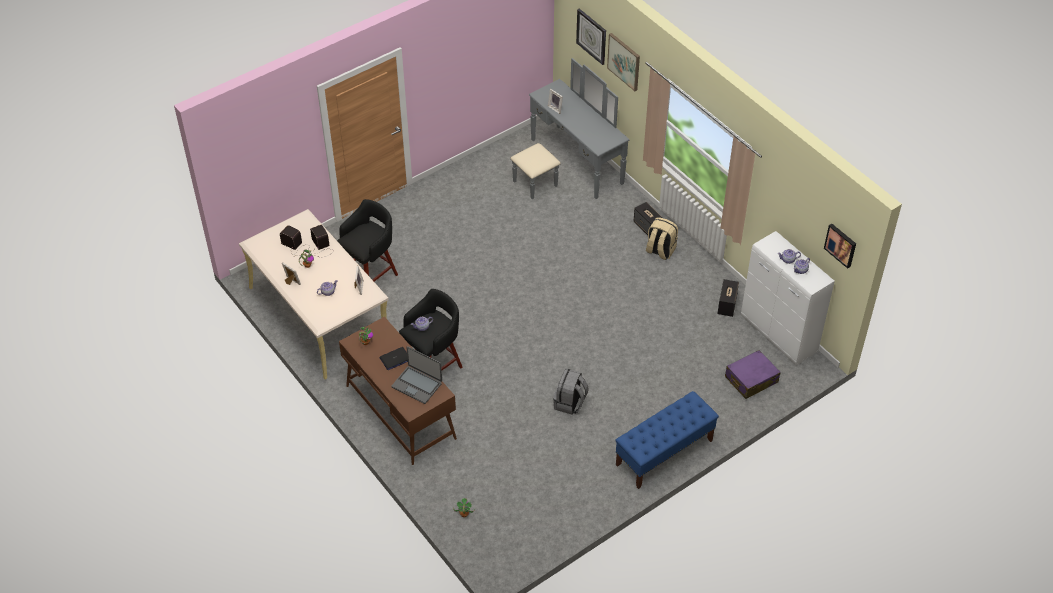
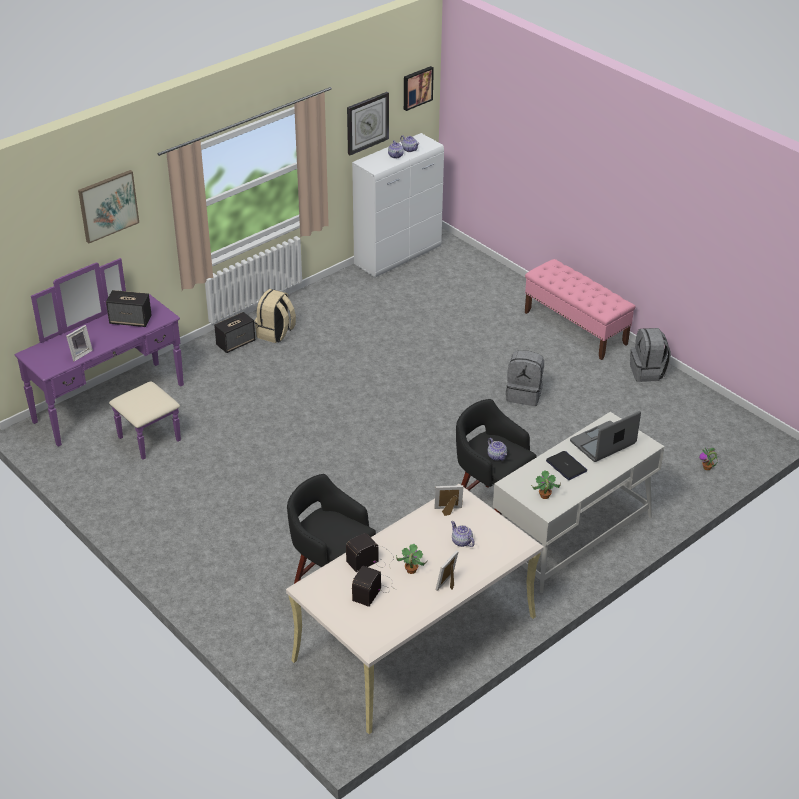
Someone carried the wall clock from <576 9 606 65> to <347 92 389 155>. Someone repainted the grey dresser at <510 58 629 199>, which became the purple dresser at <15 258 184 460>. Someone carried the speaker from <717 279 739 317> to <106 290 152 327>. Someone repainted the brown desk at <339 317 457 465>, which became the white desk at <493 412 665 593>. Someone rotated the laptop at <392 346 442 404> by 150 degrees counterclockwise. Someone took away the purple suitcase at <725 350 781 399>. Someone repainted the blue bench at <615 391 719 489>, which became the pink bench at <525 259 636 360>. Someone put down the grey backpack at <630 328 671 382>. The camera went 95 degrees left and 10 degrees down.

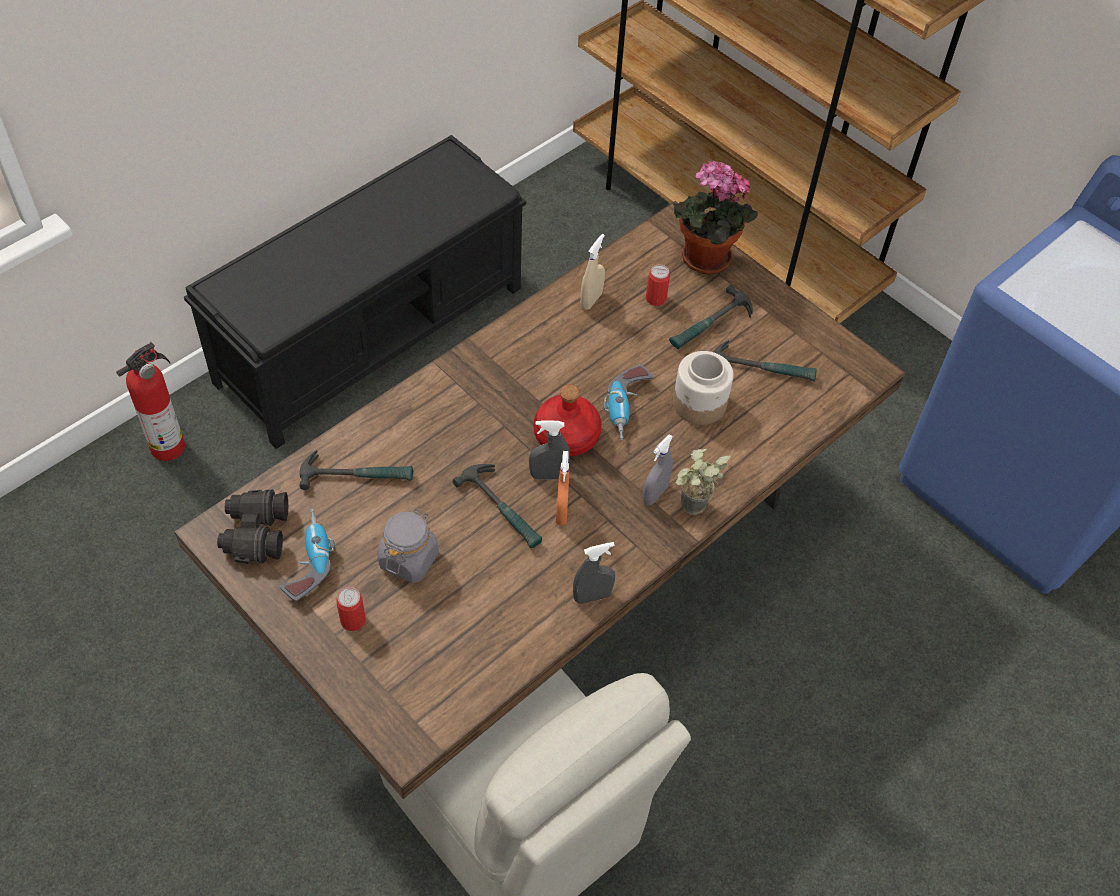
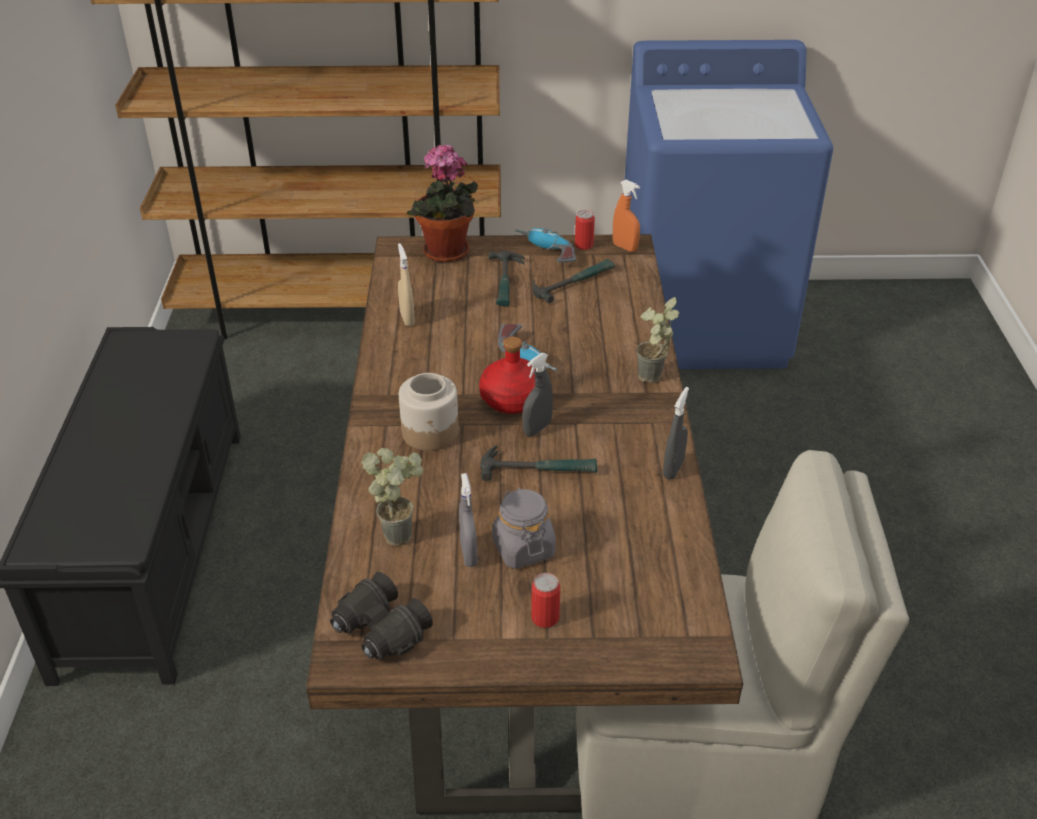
Someone carried the can from <646 265 670 306> to <575 210 595 250>. Someone took away the fire extinguisher at <116 342 185 461>. Someone carried the jar from <673 351 734 425> to <399 373 459 451>. Someone carried the grey spray bottle from <642 434 673 505> to <459 473 478 567>. Someone swapped the hammer at <300 450 413 490> for the potted plant at <361 448 423 546>. Someone carried the orange spray bottle from <555 451 569 526> to <613 180 640 252>. Someone carried the power drill from <280 509 335 601> to <515 228 576 263>. The camera went 45 degrees left and 15 degrees down.

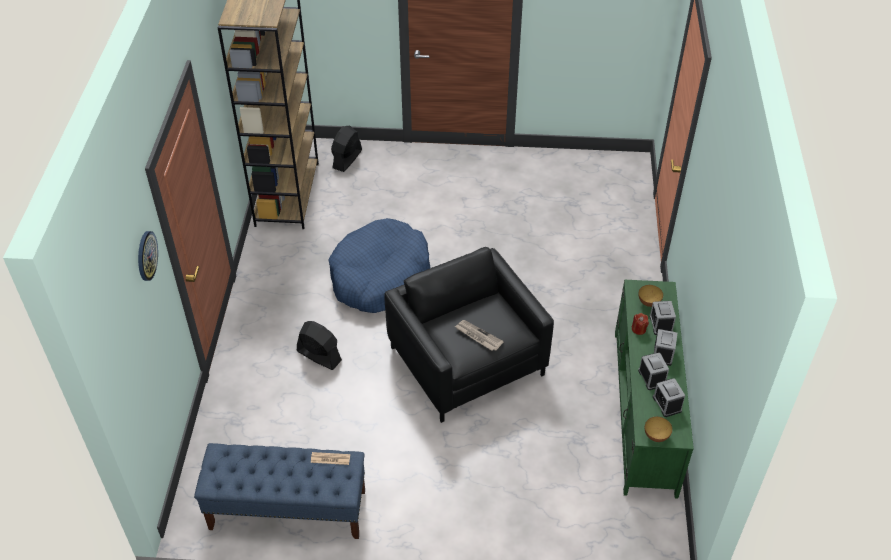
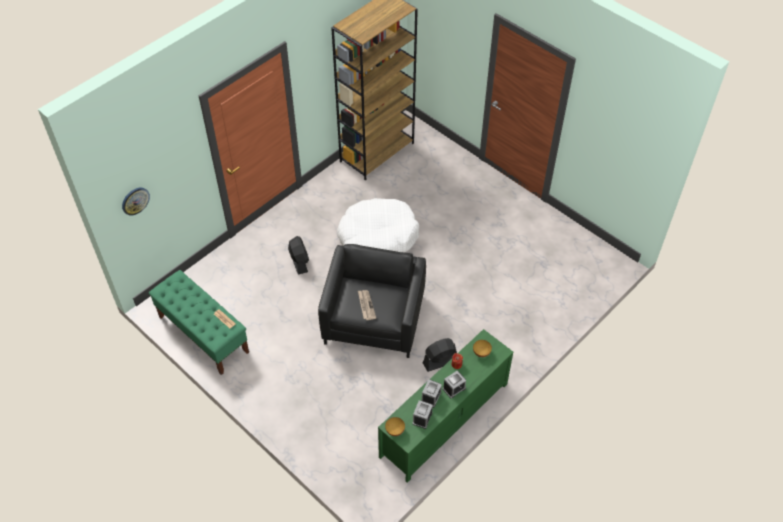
Someone carried the black fan from <331 126 362 172> to <423 338 457 372>. Someone repainted the blue dog bed at <328 218 430 313>, which became the white dog bed at <337 198 419 252>. Someone carried the wall clock from <138 231 158 281> to <122 188 150 216>. Someone took away the alarm clock at <649 301 676 335>. Someone repainted the blue bench at <194 443 365 539>, which became the green bench at <149 270 249 375>. The camera went 40 degrees right and 5 degrees up.

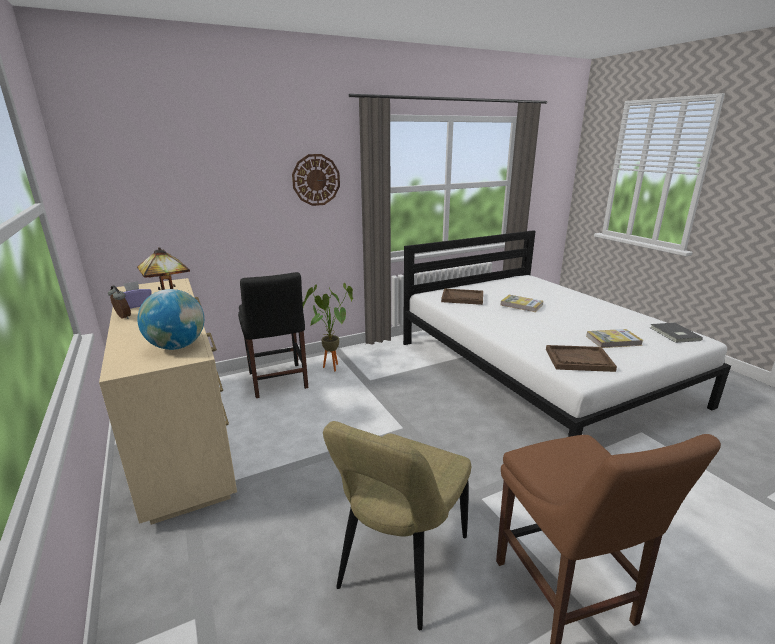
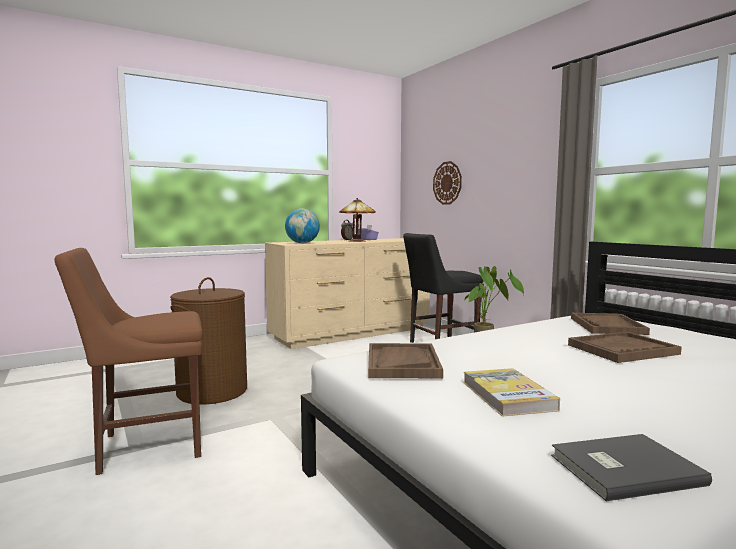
Someone carried the wall clock from <292 154 340 206> to <433 161 462 205>. Someone swapped the book at <501 295 543 312> for the brown tray at <568 332 682 363>. Someone swapped the beige chair at <323 421 471 630> for the brown laundry basket at <170 277 247 405>. The camera went 85 degrees right and 15 degrees down.

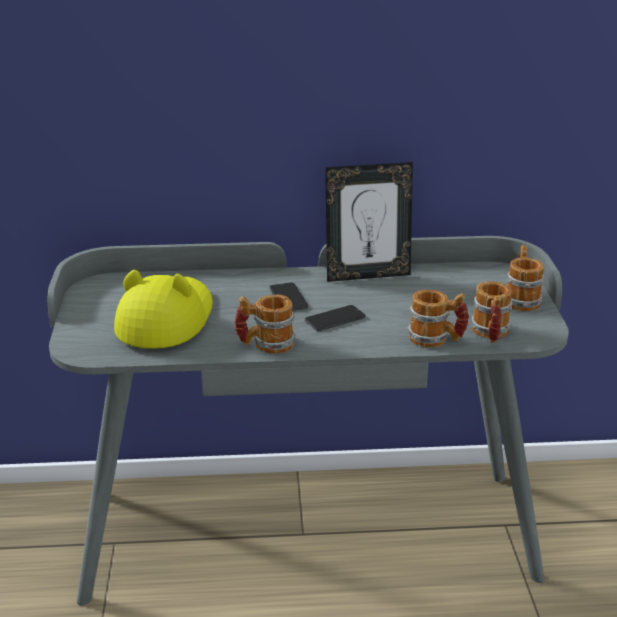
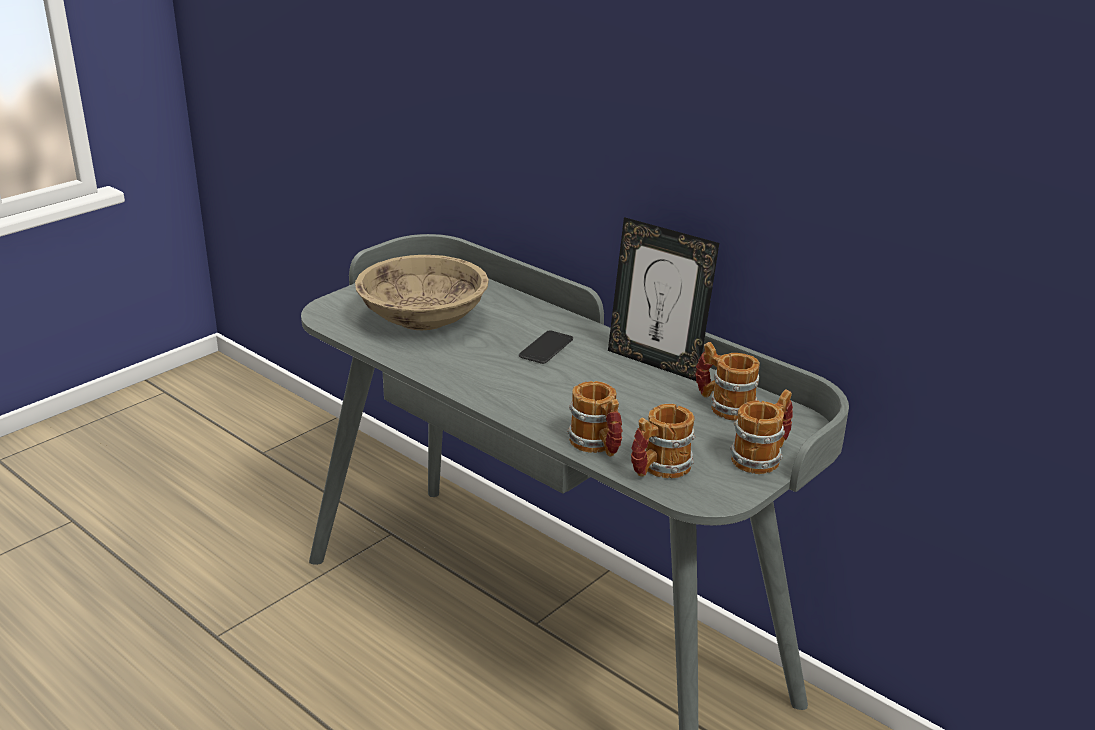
Someone swapped the yellow hat at <114 270 213 349> for the beige bowl at <355 255 489 330>. Someone carried the mug from <235 295 296 354> to <695 342 760 421>. Someone took away the phone at <305 305 366 331>. The camera went 45 degrees right and 0 degrees up.

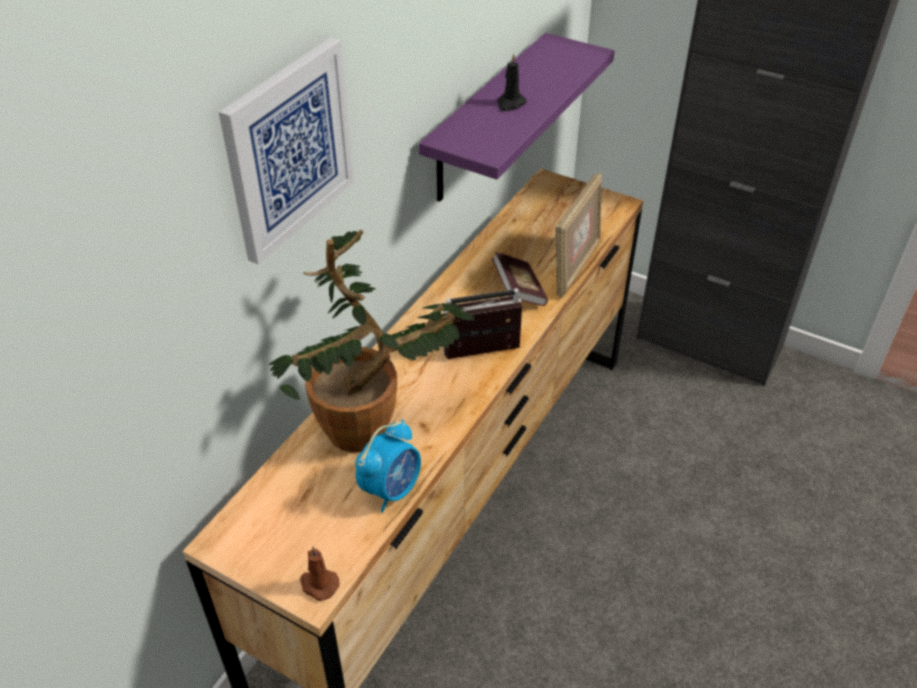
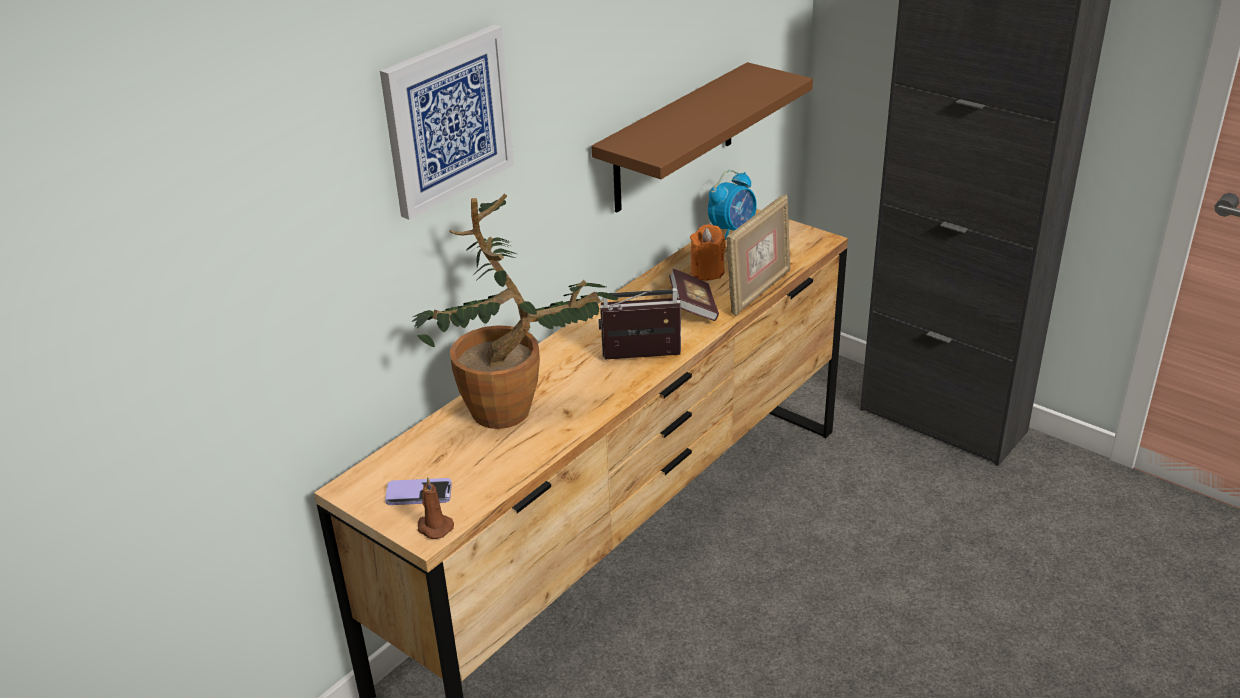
Someone repainted the purple shelf at <419 33 615 202>, which became the brown shelf at <592 62 813 212>. Someone took away the black candle at <497 53 527 111>. Someone carried the alarm clock from <355 419 421 513> to <708 170 757 240>. Someone put down the orange candle at <690 224 726 280>. Someone put down the phone at <385 478 452 505>. The camera went 10 degrees right and 10 degrees down.

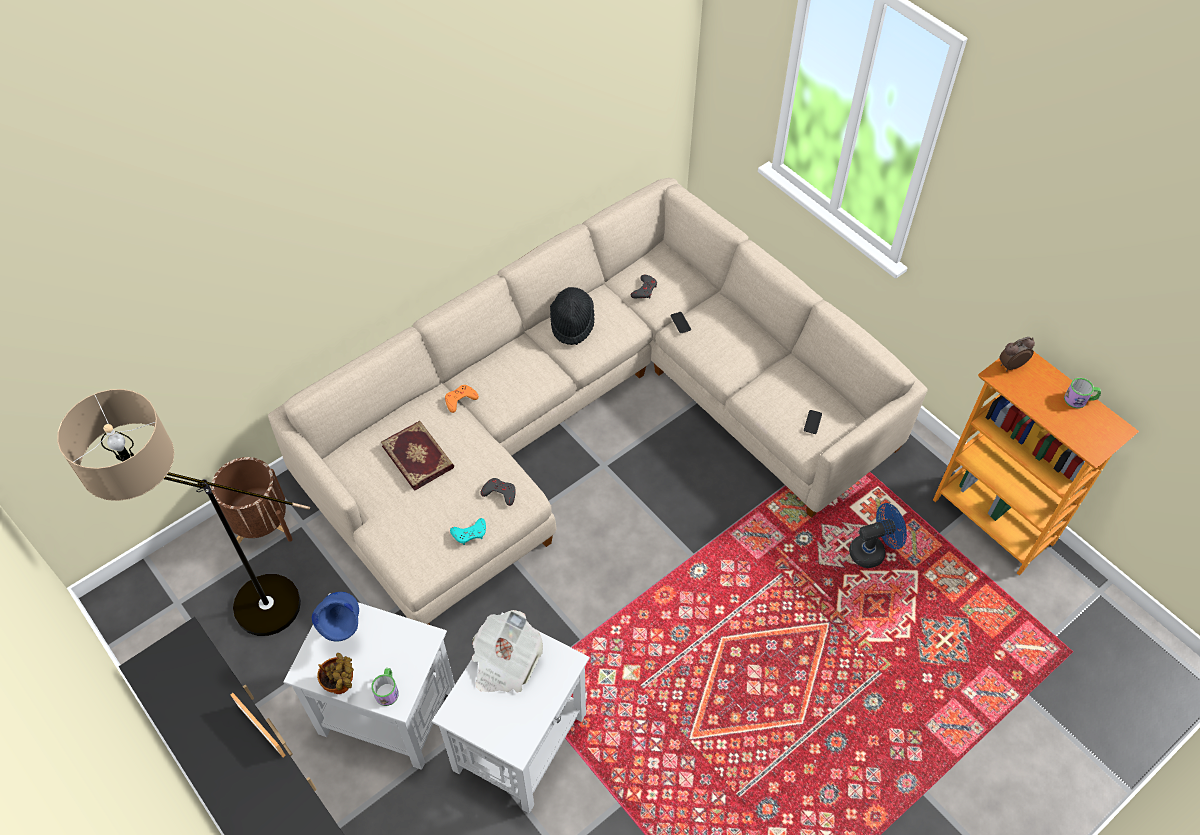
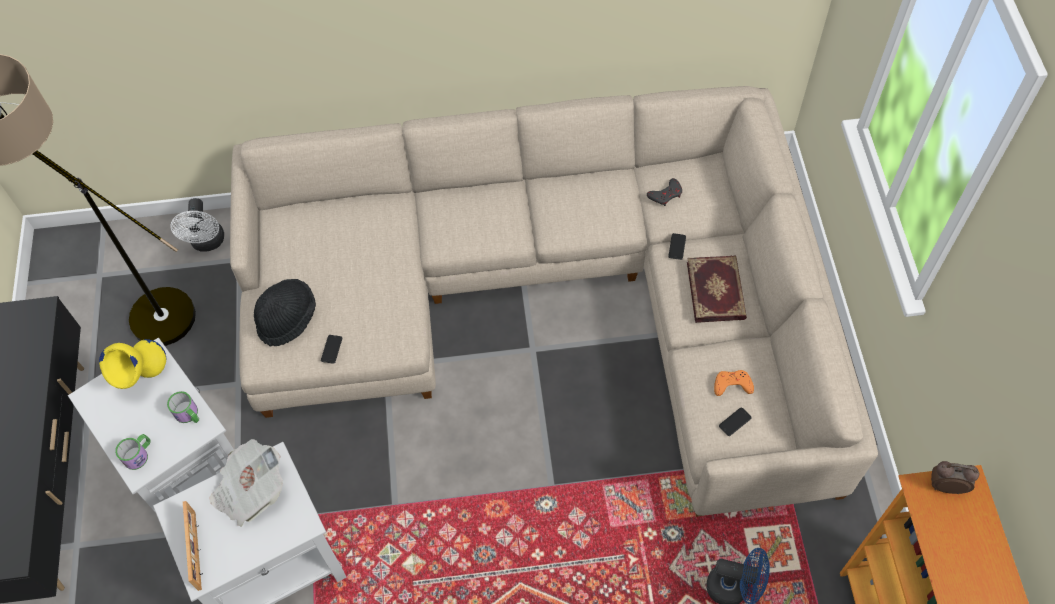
Someone carried the black hat from <550 287 595 345> to <254 279 316 347>. Someone carried the mug from <1064 378 1101 408> to <167 391 199 423>. Someone carried the orange game controller from <445 385 479 413> to <714 370 754 396>. Someone carried the book from <381 421 454 491> to <687 256 747 323>. Someone swapped the brown planter at <211 457 293 544> for the white fan at <170 198 224 251>. Someone took away the grey game controller at <480 478 516 506>. Someone swapped the turquoise game controller at <450 518 486 545> for the phone at <321 335 342 364>. Someone repainted the blue vase at <312 592 359 642>, which became the yellow vase at <99 339 166 389>. Someone took away the potted plant at <317 653 354 694>. Someone carried the picture frame from <231 693 286 757> to <183 501 203 591>. The camera went 35 degrees right and 5 degrees up.

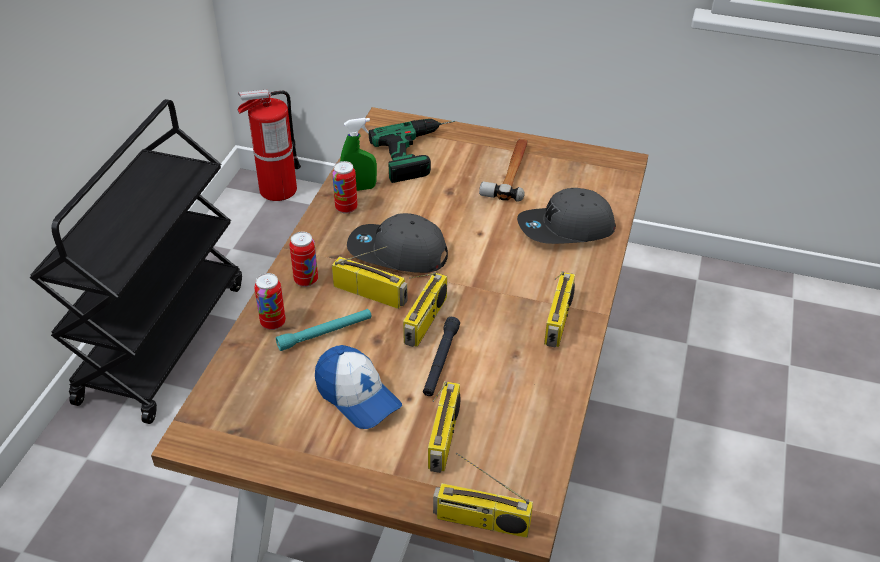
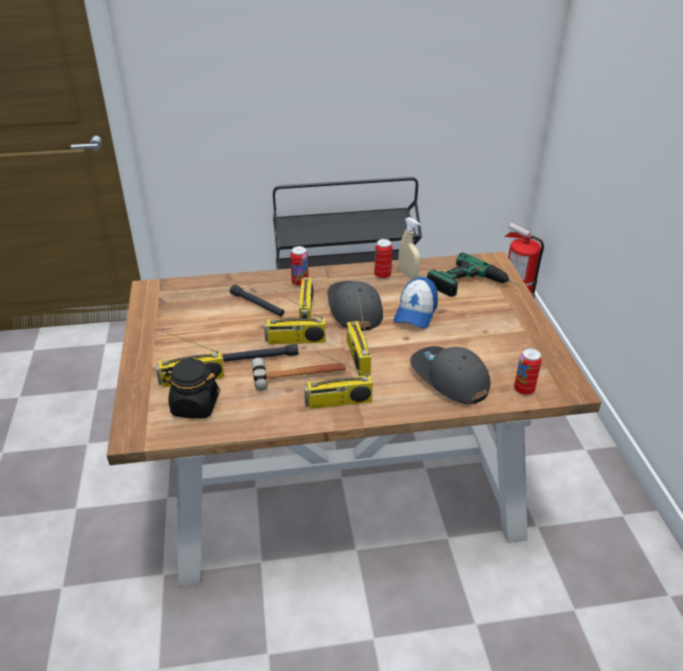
Someone repainted the green spray bottle at <340 118 377 191>, which became the beige spray bottle at <398 217 420 279>. Someone carried the hammer from <479 138 528 202> to <252 358 346 391>. Someone carried the can from <254 273 286 330> to <514 348 542 395>. Someone repainted the turquoise flashlight at <276 309 372 351>, which became the black flashlight at <230 285 284 316>. Someone carried the cap from <315 345 402 429> to <393 277 438 329>. Someone carried the radio from <433 452 533 538> to <347 297 371 376>. Someone put down the black jar at <162 359 220 419>. The camera went 65 degrees right and 5 degrees down.

